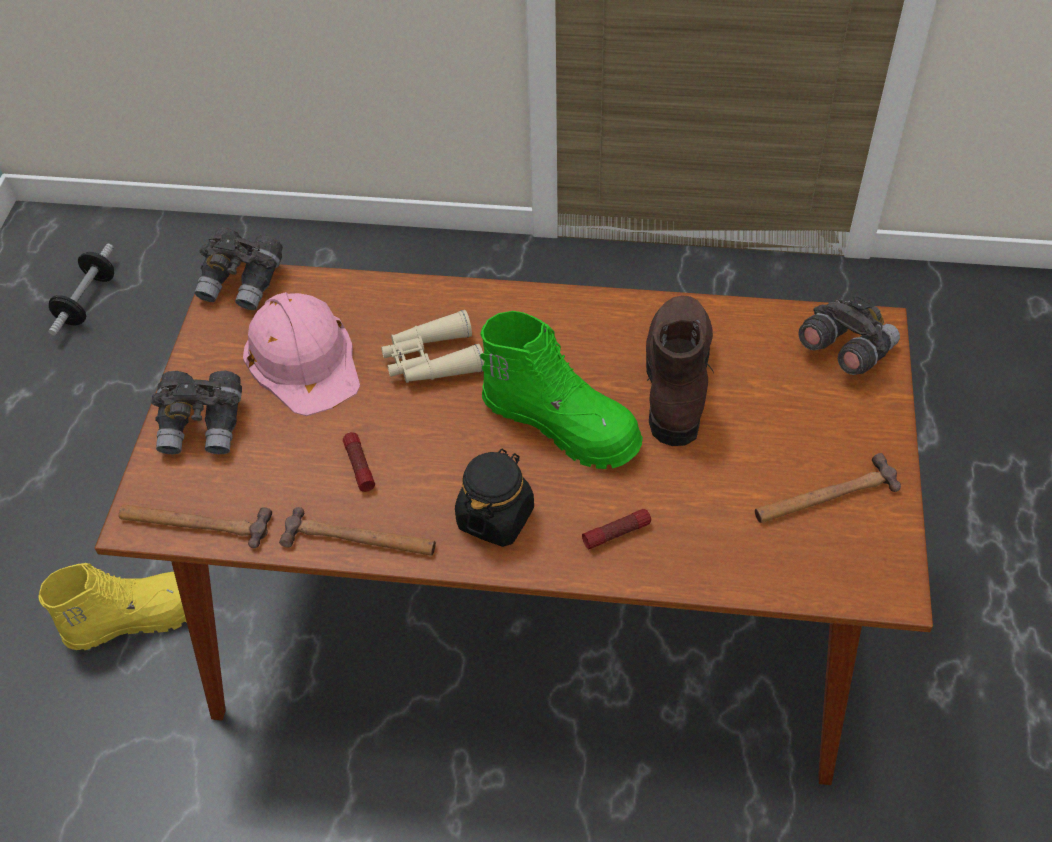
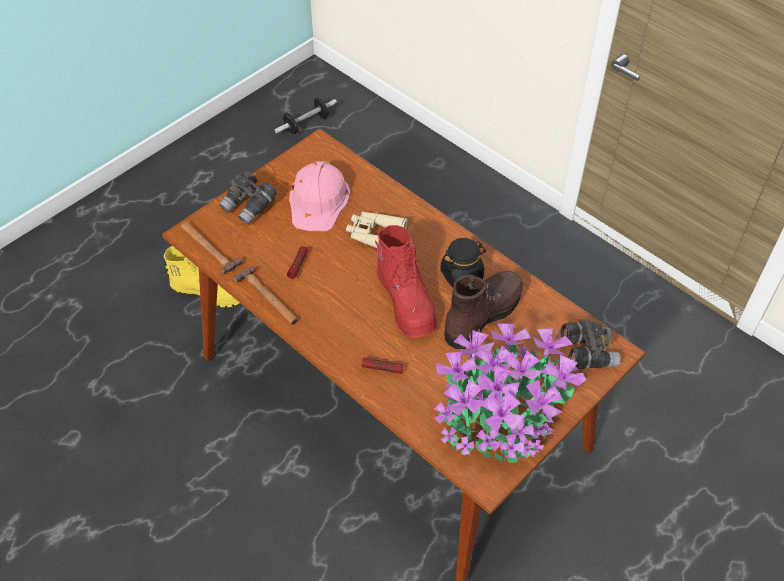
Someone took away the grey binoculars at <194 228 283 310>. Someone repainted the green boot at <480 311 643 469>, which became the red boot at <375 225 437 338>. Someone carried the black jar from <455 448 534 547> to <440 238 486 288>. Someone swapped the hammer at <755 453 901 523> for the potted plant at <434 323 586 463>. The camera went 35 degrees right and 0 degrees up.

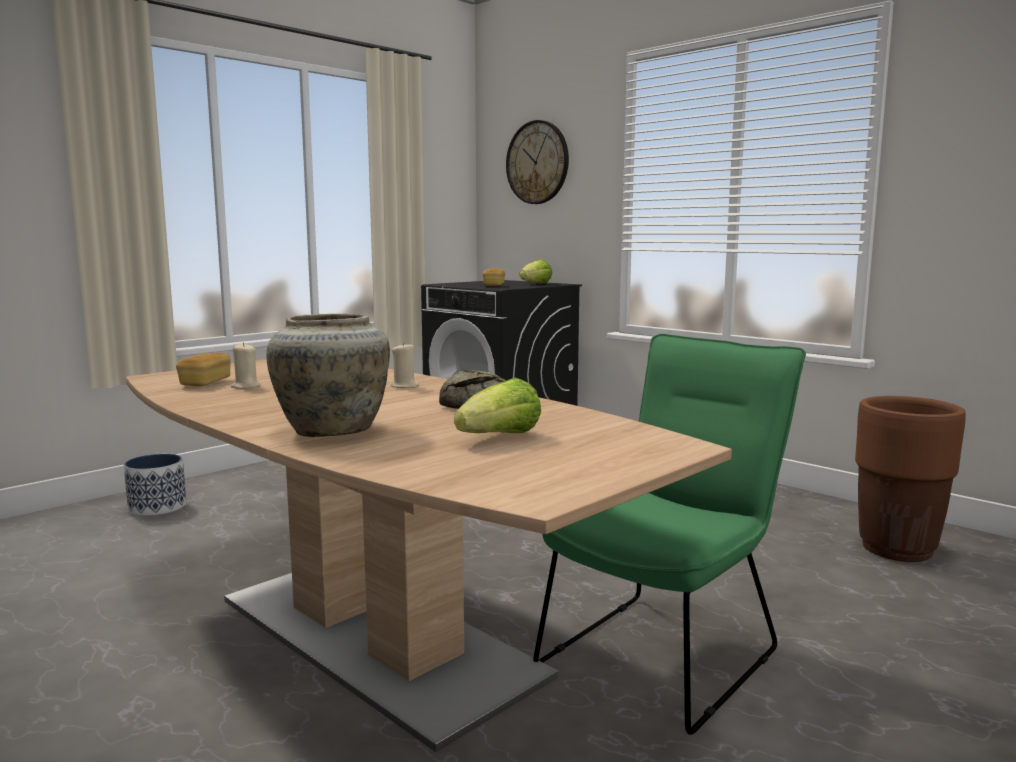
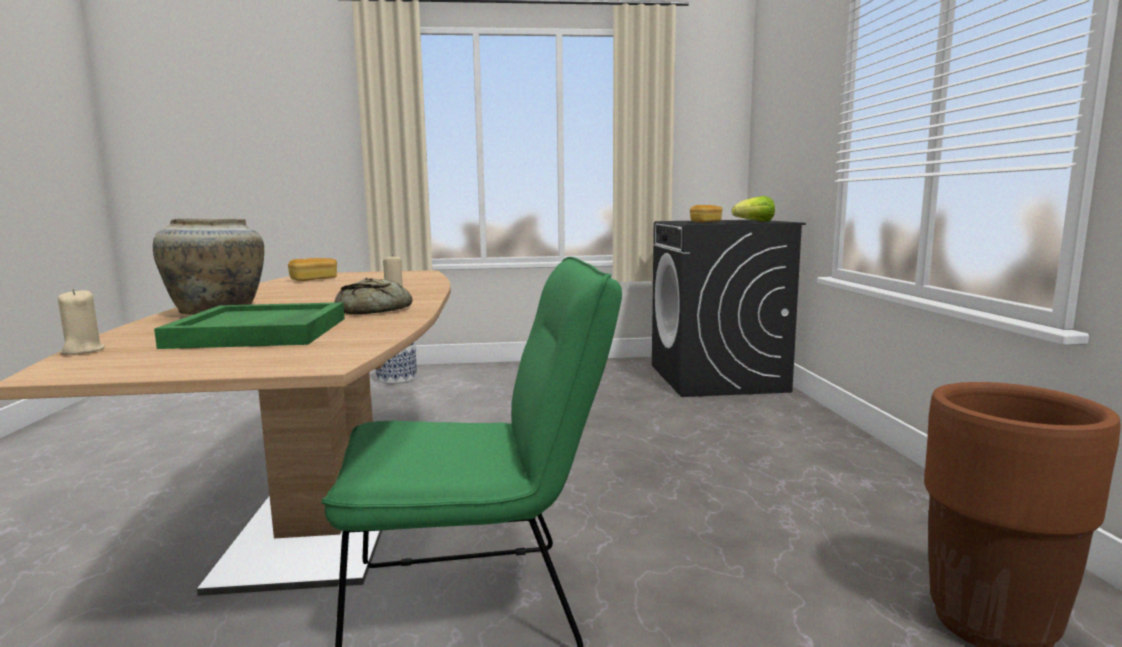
Someone took away the wall clock at <506 120 569 204>. Someone carried the beige candle from <231 342 261 389> to <58 289 105 355>. Someone swapped the lettuce at <454 377 541 433> for the green tray at <154 302 345 349>. The camera went 40 degrees right and 0 degrees up.

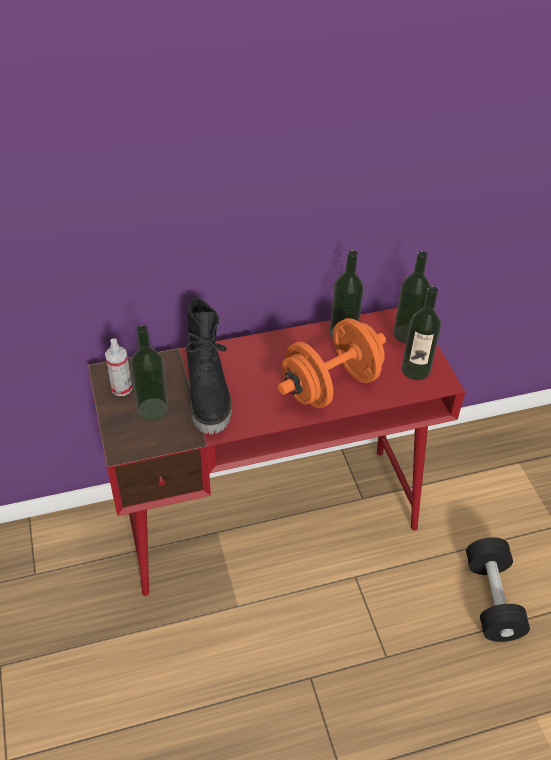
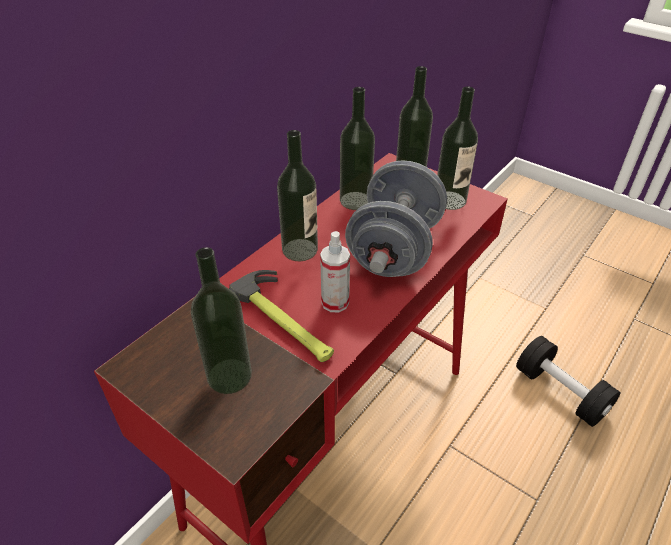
Someone swapped the black boot at <184 298 232 434> for the hammer at <229 270 334 362>. Someone repainted the orange dumbbell at <278 318 386 408>, which became the grey dumbbell at <345 160 447 277>. Someone carried the spray bottle from <105 339 132 396> to <320 231 350 312>. Someone put down the bottle at <277 130 318 261>. The camera went 35 degrees left and 5 degrees down.

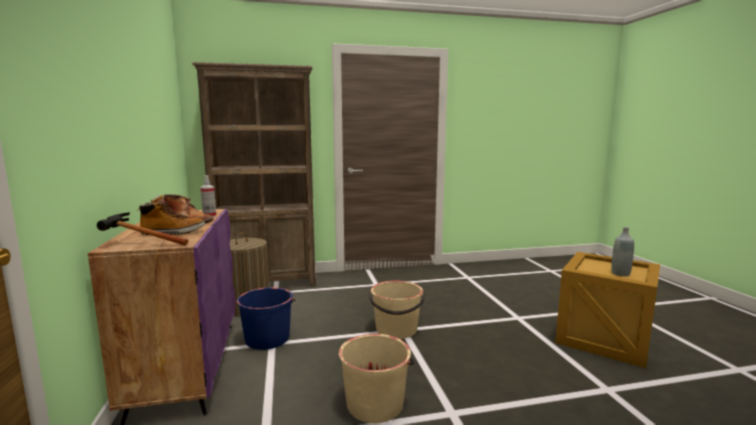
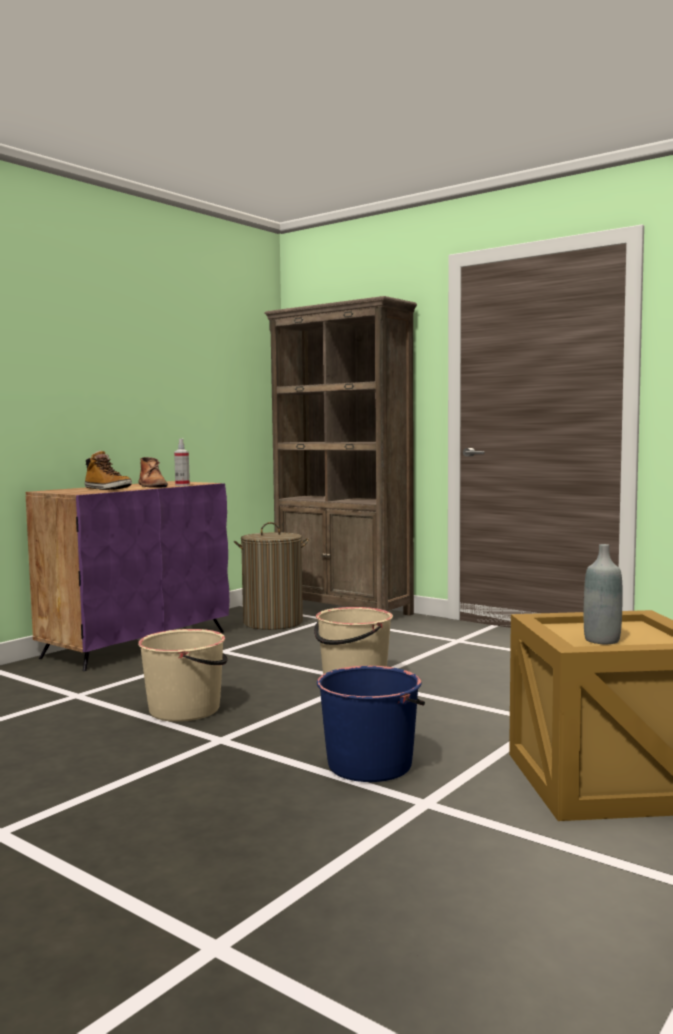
Someone took away the hammer at <97 212 188 245>. Someone carried the blue bucket from <236 287 296 350> to <317 666 425 782>. The camera went 50 degrees right and 5 degrees down.

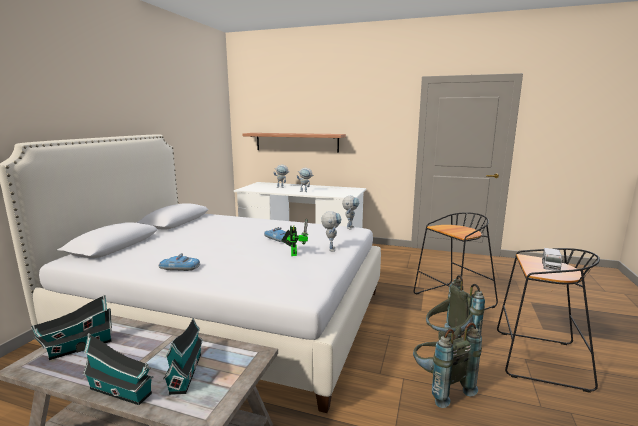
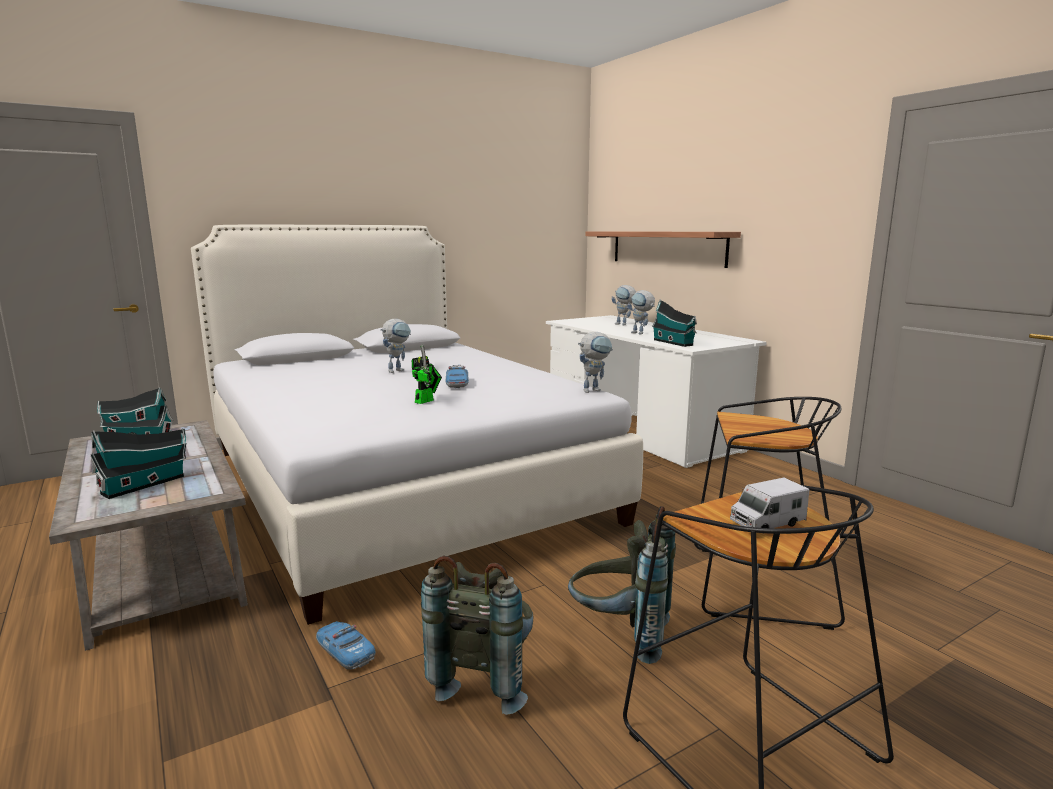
Someone carried the toy robot from <321 211 341 252> to <380 319 411 373>. Someone carried the toy car from <159 254 200 271> to <316 621 376 670>. Someone carried the toy house from <83 334 154 405> to <652 299 697 347>. The camera went 40 degrees right and 0 degrees up.

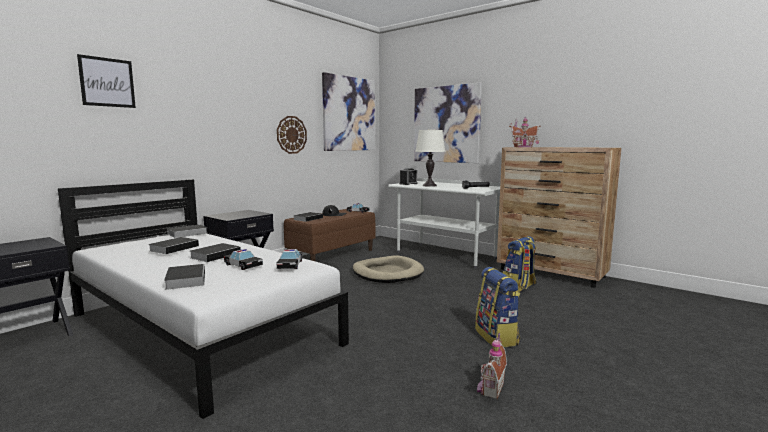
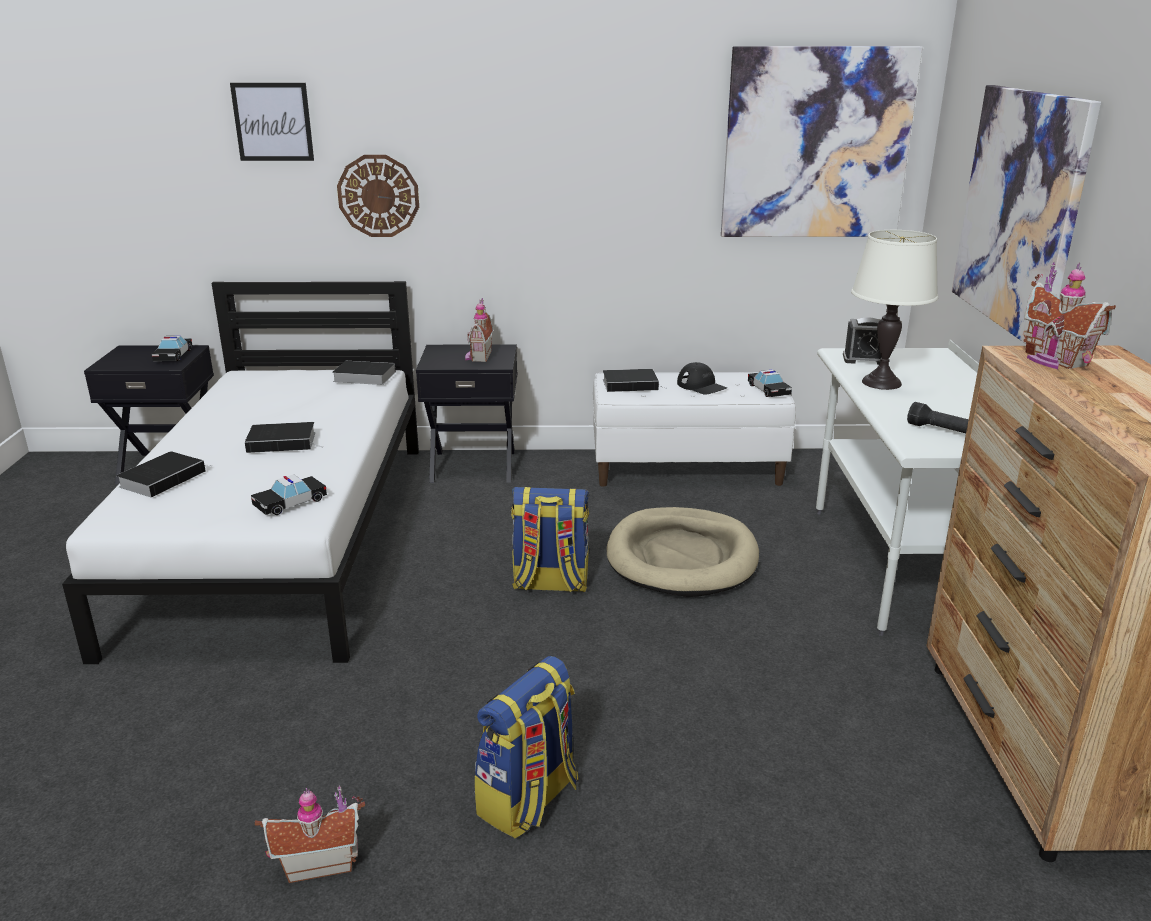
Someone carried the wall clock from <277 116 307 154> to <337 155 419 237>. Someone repainted the brown bench at <284 209 376 261>, which became the white bench at <593 372 796 487>. Someone carried the backpack from <504 236 536 292> to <511 487 589 592>. Someone took away the book at <148 237 199 254>. Someone carried the toy car from <224 249 263 270> to <152 336 193 361>. Someone put down the toy house at <465 298 493 362>. The camera went 50 degrees right and 15 degrees up.

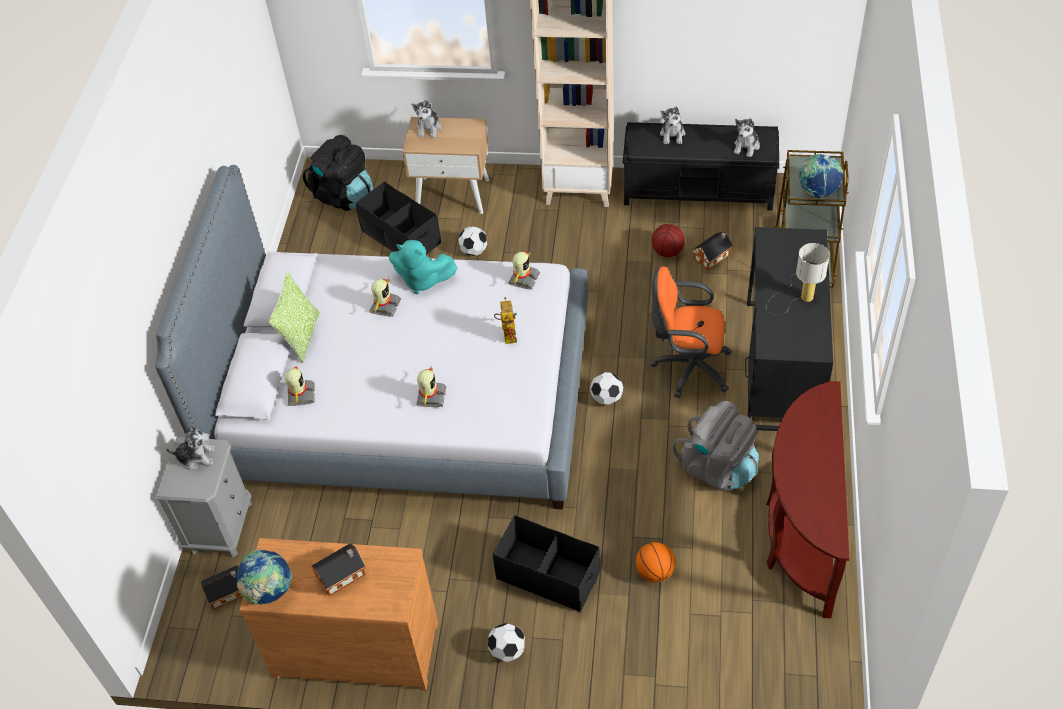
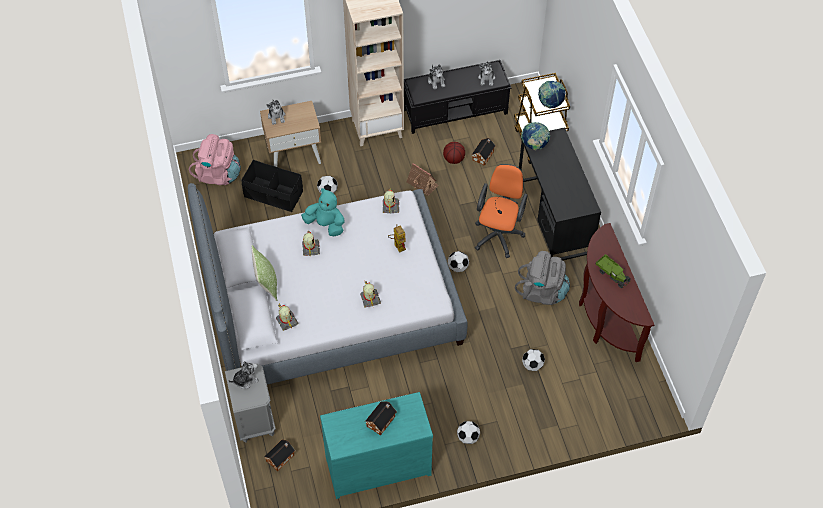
Someone repainted the black backpack at <303 135 373 211>, which became the pink backpack at <189 134 241 185>. Someone rotated the turquoise plush toy at <389 240 457 294> by 150 degrees counterclockwise. Someone took away the table lamp at <766 243 830 315>. Someone rotated the orange office chair at <650 266 732 398> by 120 degrees clockwise. Someone took away the black storage box at <493 515 600 612>. Someone repainted the brown dresser at <239 538 438 691>, which became the turquoise dresser at <320 392 433 499>. Someone swapped the basketball at <636 542 676 583> for the football at <522 349 545 371>. Someone carried the globe from <237 549 292 605> to <521 122 550 150>. Someone put down the toy house at <407 163 439 196>. Someone put down the toy truck at <596 254 631 288>. The camera went 25 degrees left and 5 degrees up.

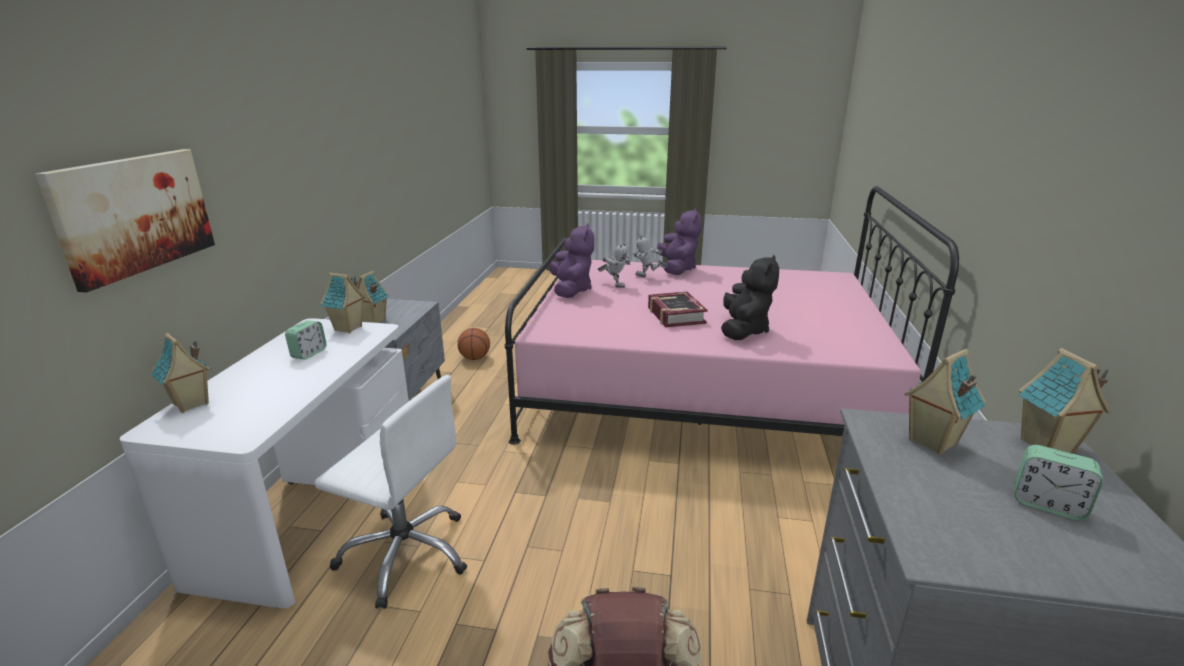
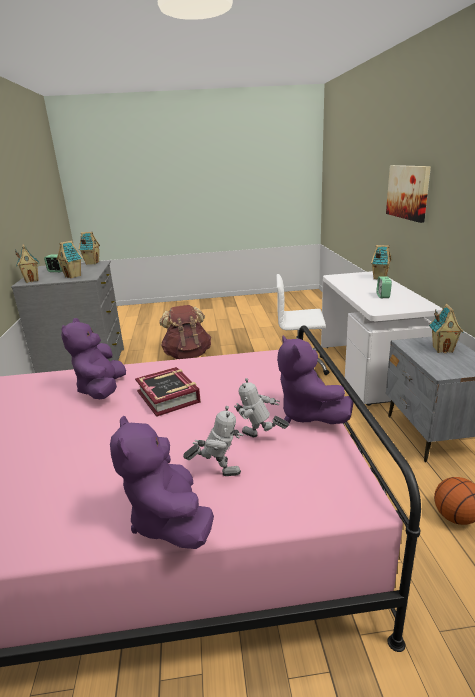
Someone repainted the black plush toy at <721 255 779 340>, which became the purple plush toy at <61 318 126 399>. Someone carried the toy house from <321 273 366 333> to <79 232 100 265>. The camera went 165 degrees right and 0 degrees up.

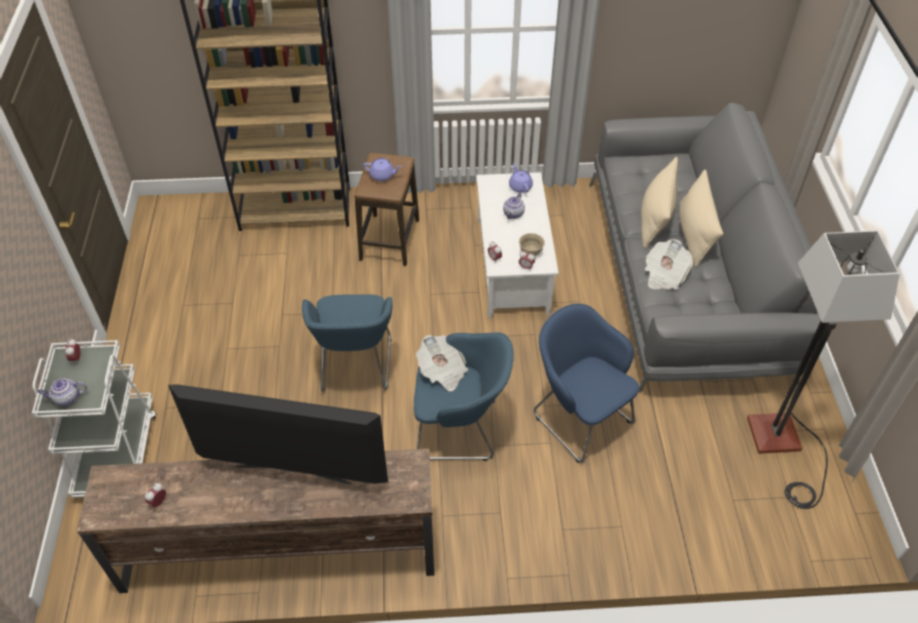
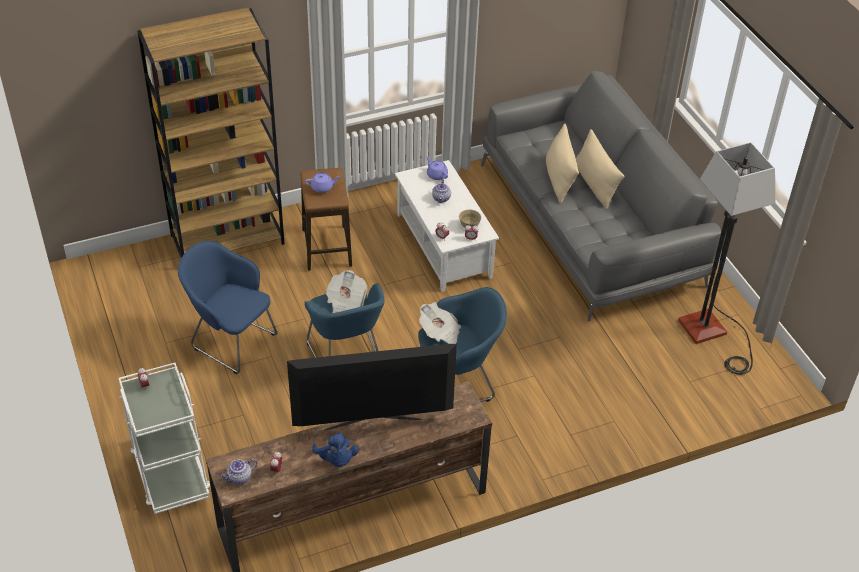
Someone carried the newspaper from <645 239 693 290> to <326 270 368 313>. Someone carried the blue armchair from <534 304 639 463> to <178 241 277 374>. Someone carried the teapot from <38 378 87 406> to <220 458 257 485>. Someone put down the blue plush toy at <312 432 359 467>. The camera went 20 degrees left and 5 degrees down.

